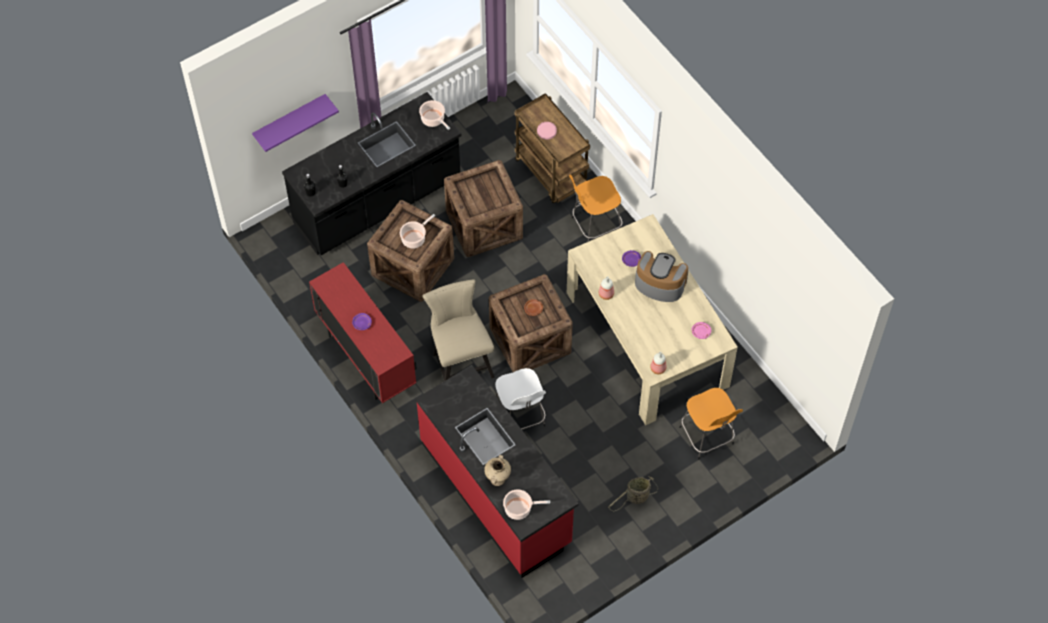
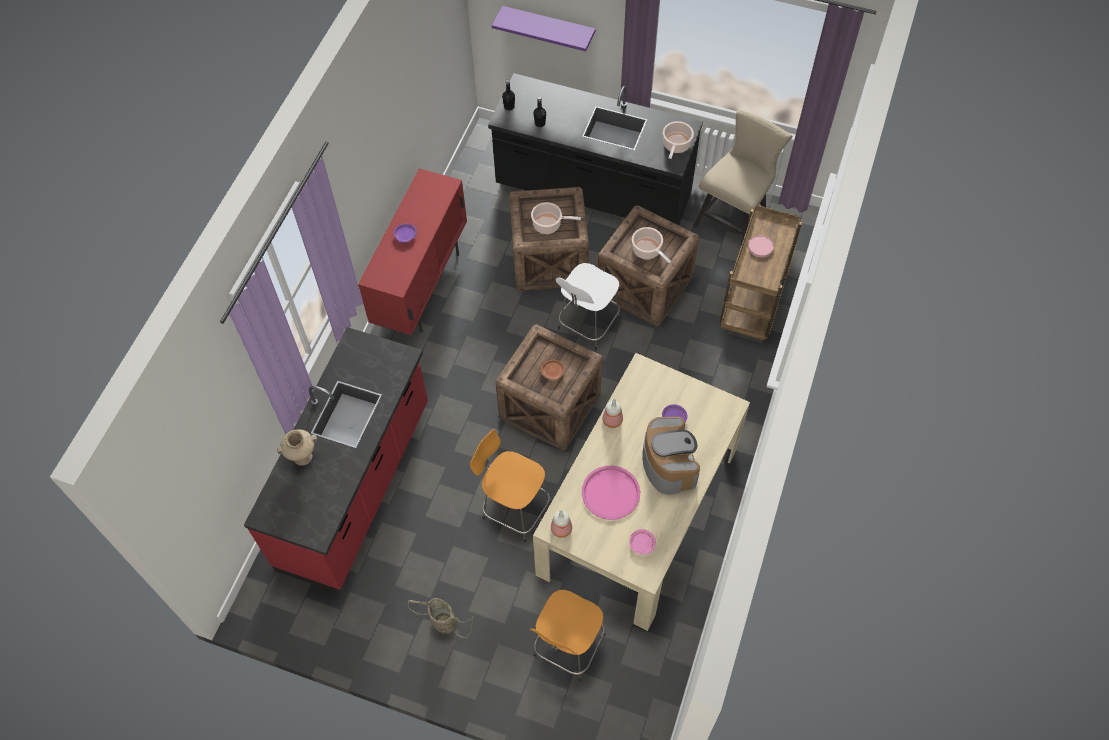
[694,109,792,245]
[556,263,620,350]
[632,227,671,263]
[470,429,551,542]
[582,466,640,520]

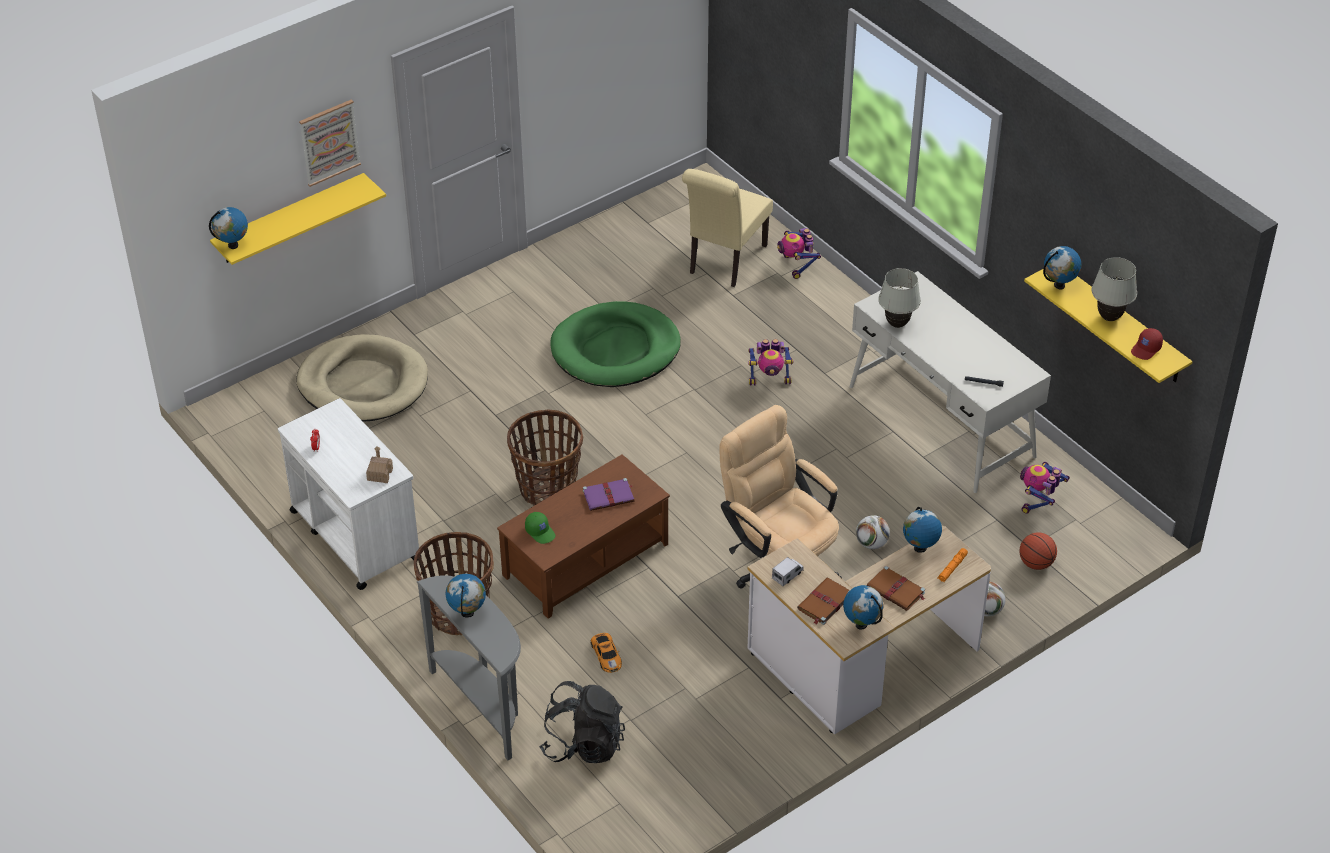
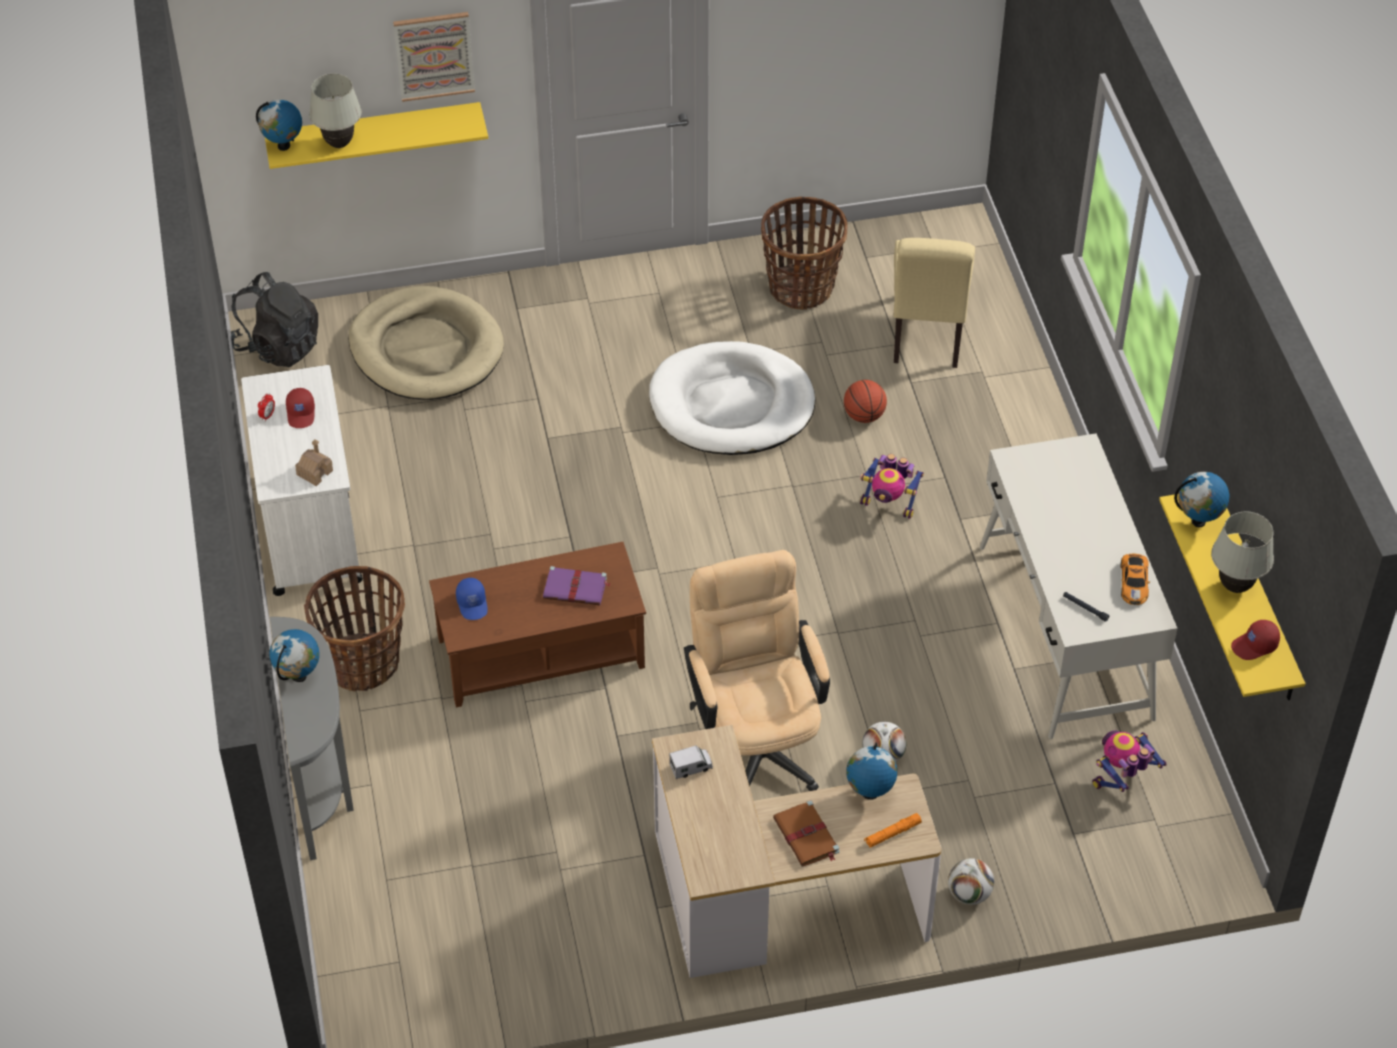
[761,197,848,310]
[456,578,488,620]
[230,272,318,367]
[649,341,815,455]
[1121,554,1150,605]
[893,238,975,368]
[777,228,821,279] (first image)
[797,578,850,625] (first image)
[843,585,884,630] (first image)
[309,73,362,148]
[844,380,887,423]
[286,388,315,428]

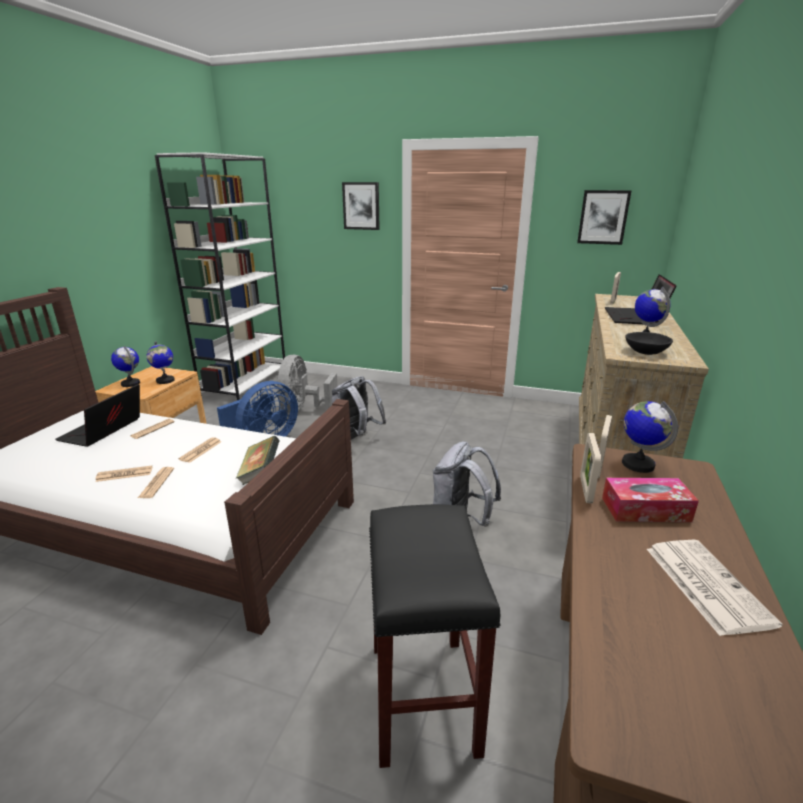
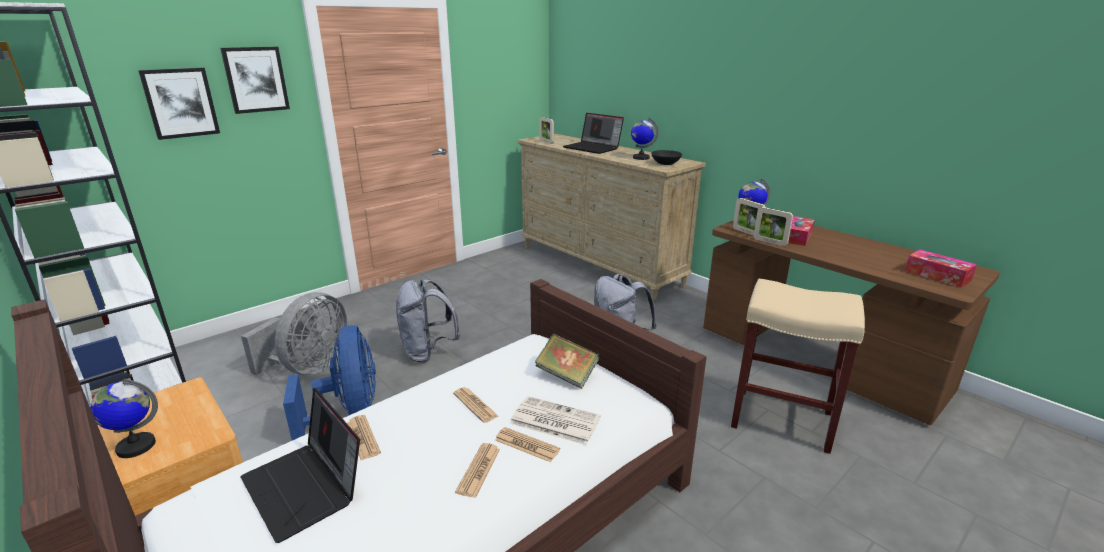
[147,341,175,384] (first image)
[241,292,348,375]
[731,279,865,454]
[138,68,220,140]
[510,396,601,445]
[905,249,977,288]

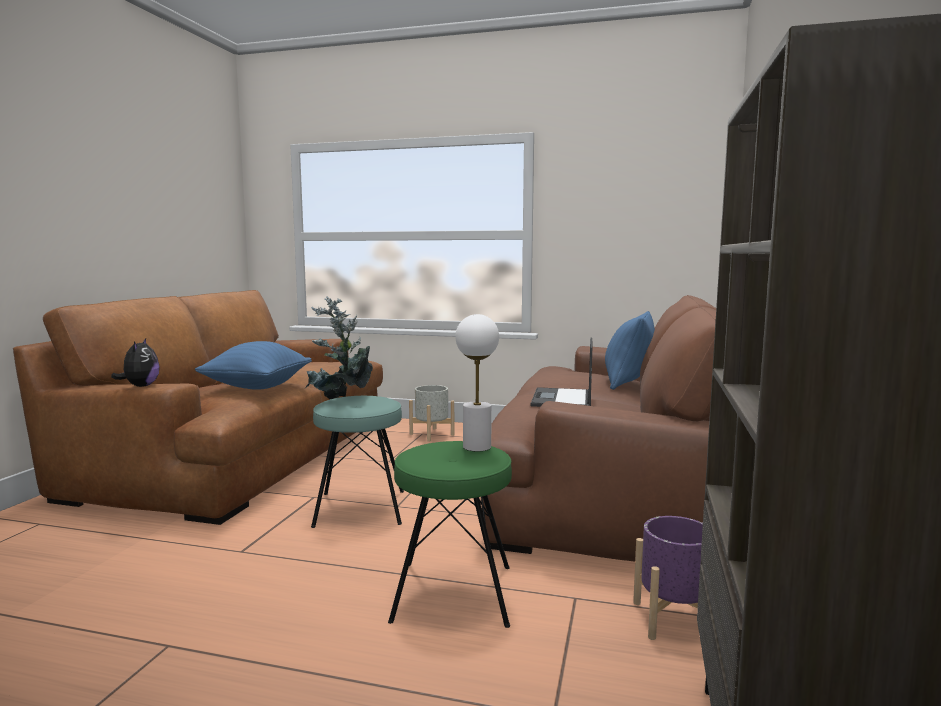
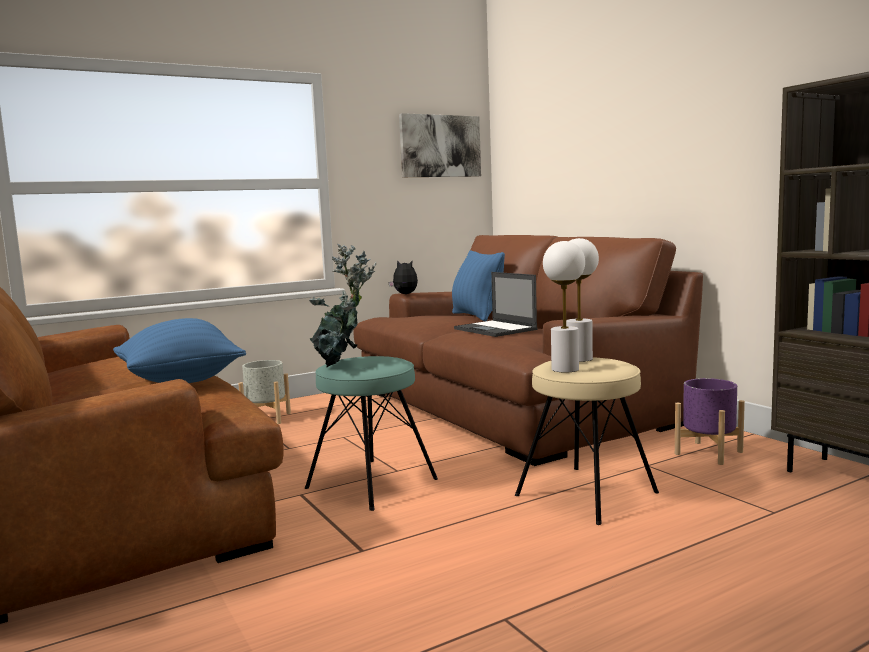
[389,260,418,294]
[515,358,659,525]
[399,113,481,177]
[543,241,585,373]

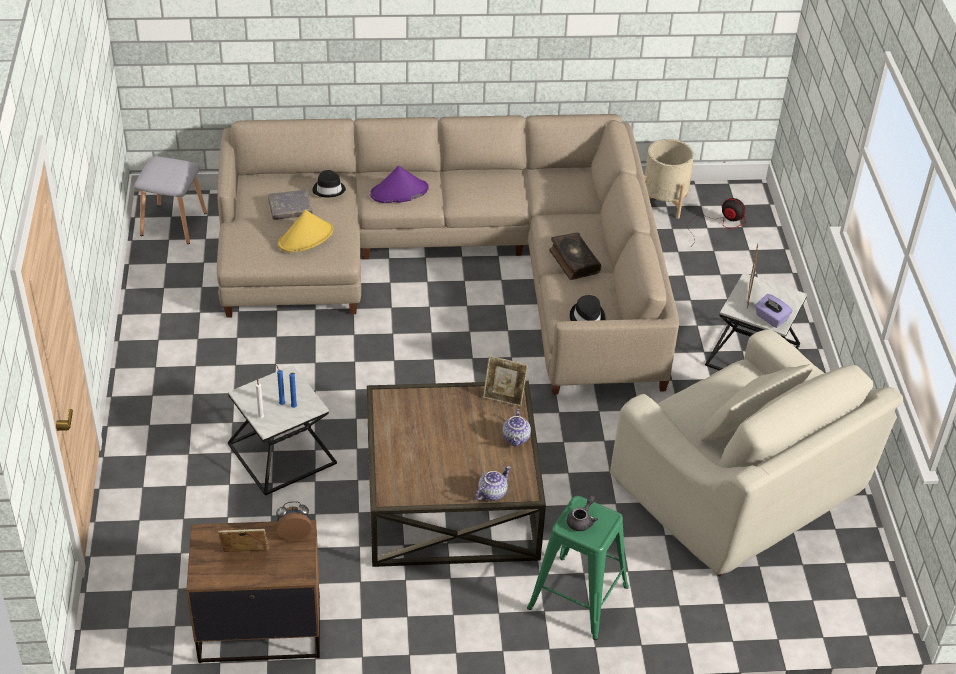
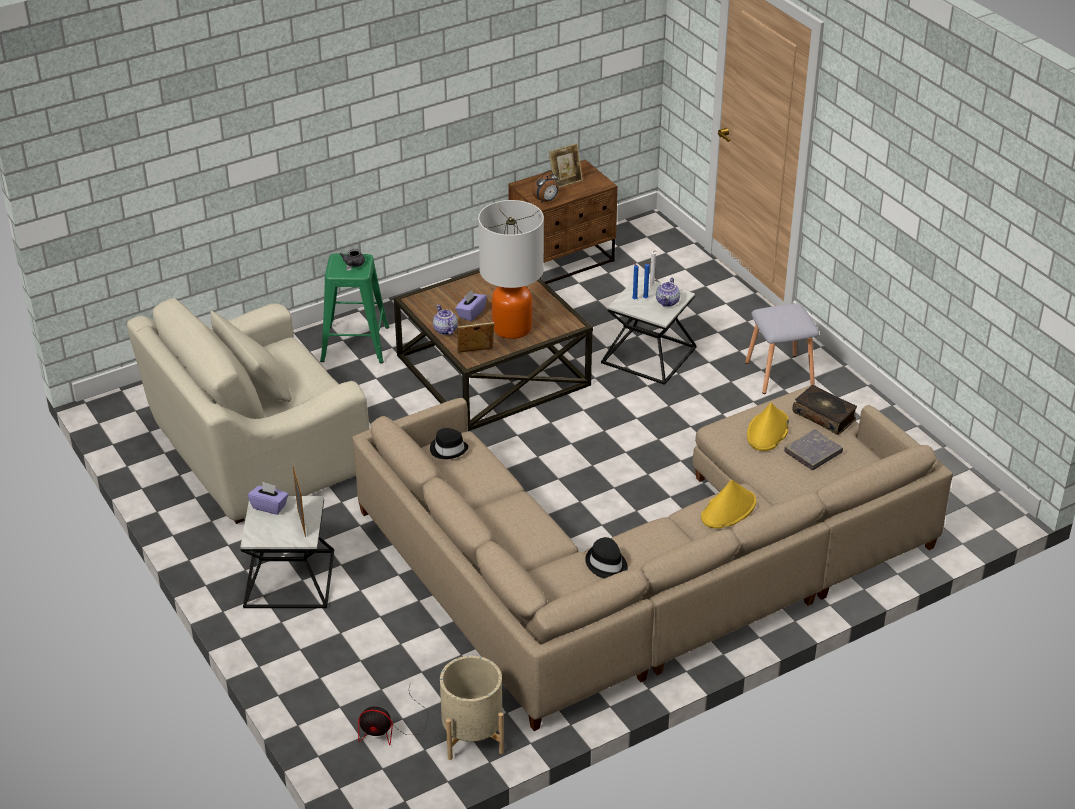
[745,303,819,394]
[585,537,628,579]
[701,479,756,529]
[656,278,680,307]
[793,385,857,435]
[127,298,370,524]
[455,290,487,321]
[478,200,544,339]

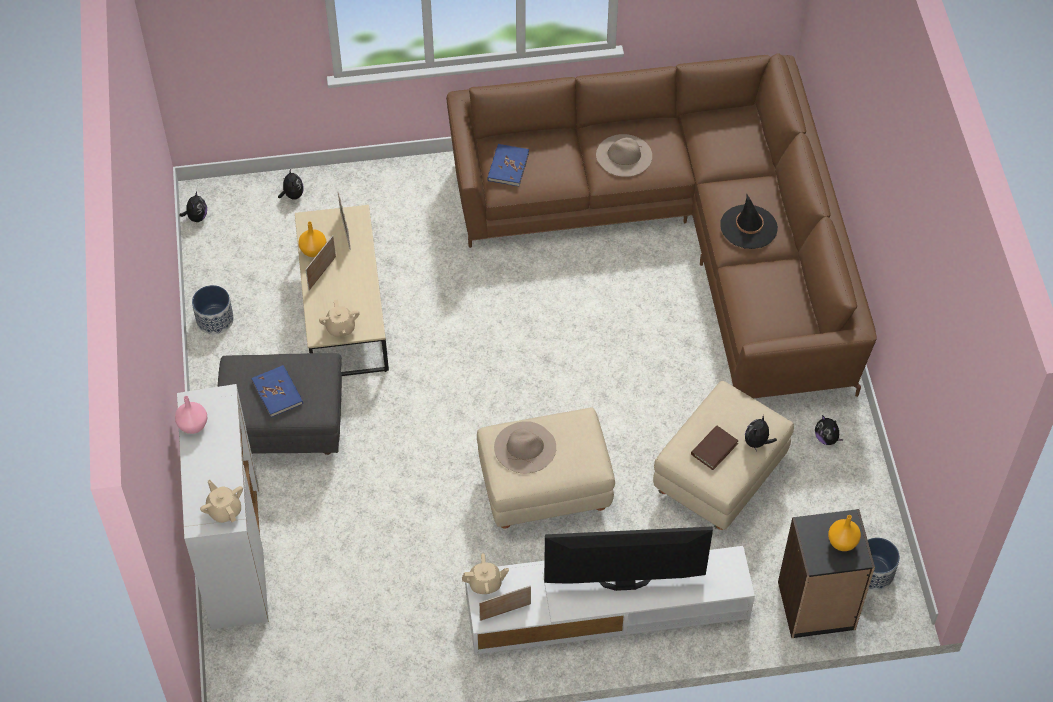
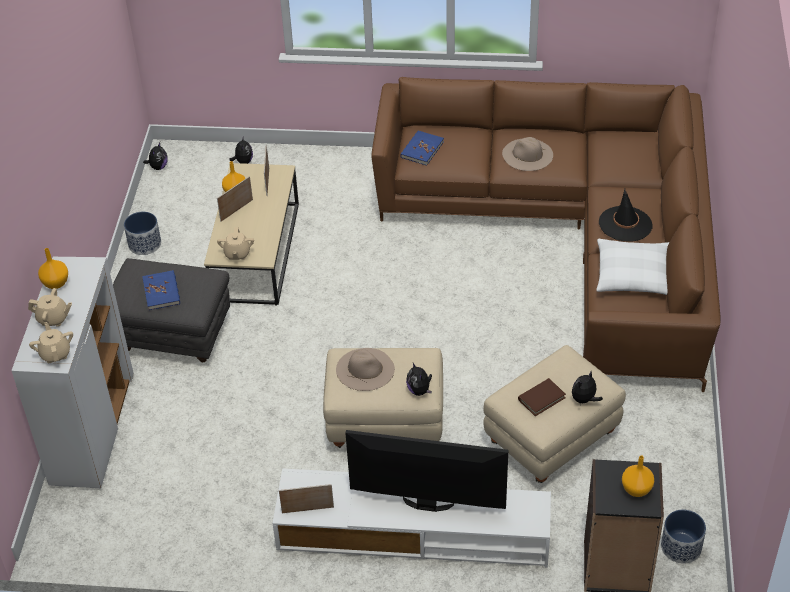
[38,248,68,289]
[28,288,72,327]
[406,363,432,396]
[596,239,669,295]

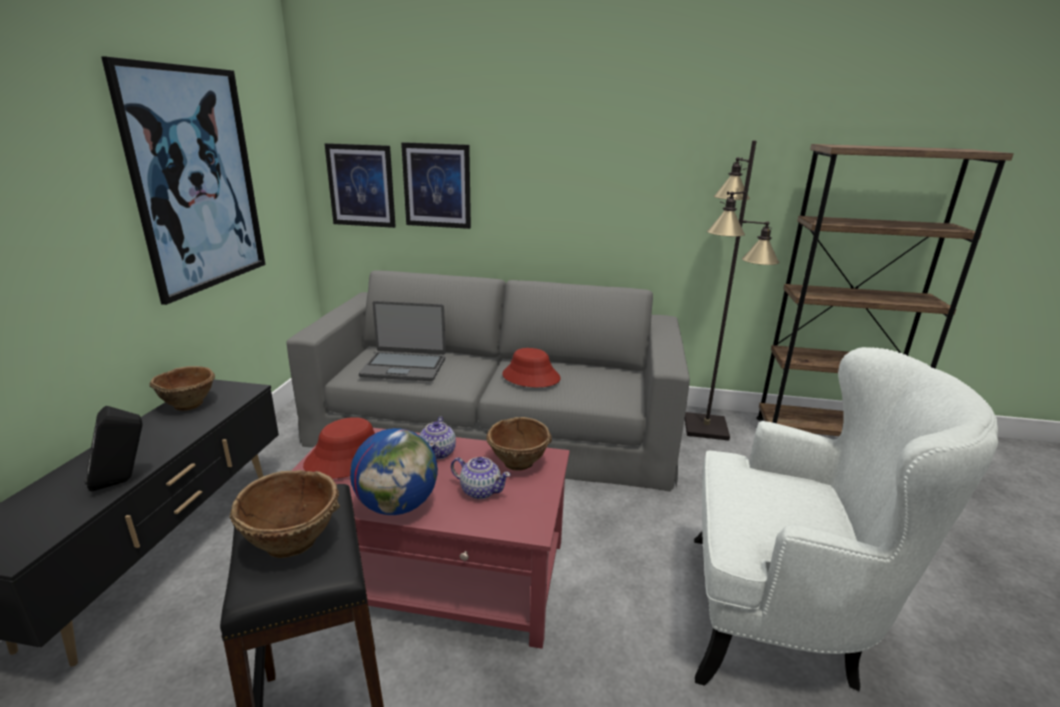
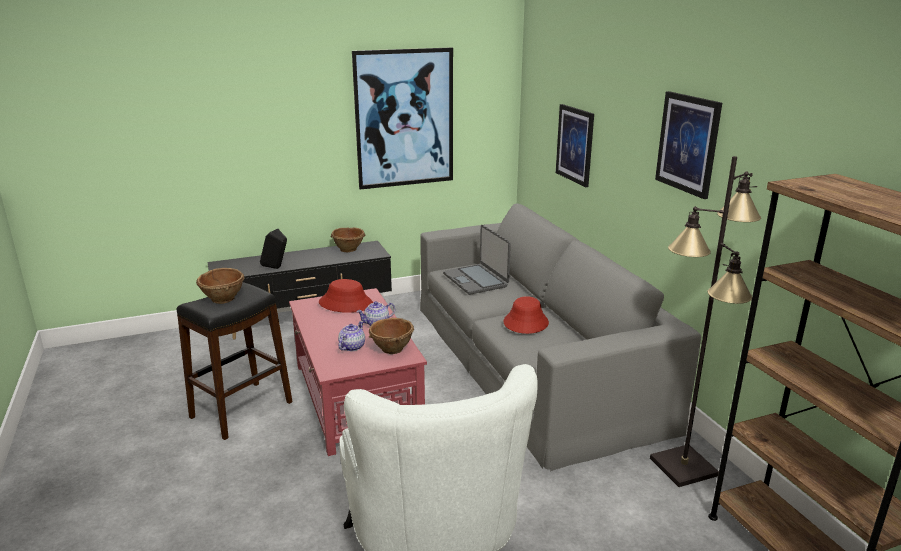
[655,91,722,199]
[350,428,438,515] (first image)
[338,321,365,351]

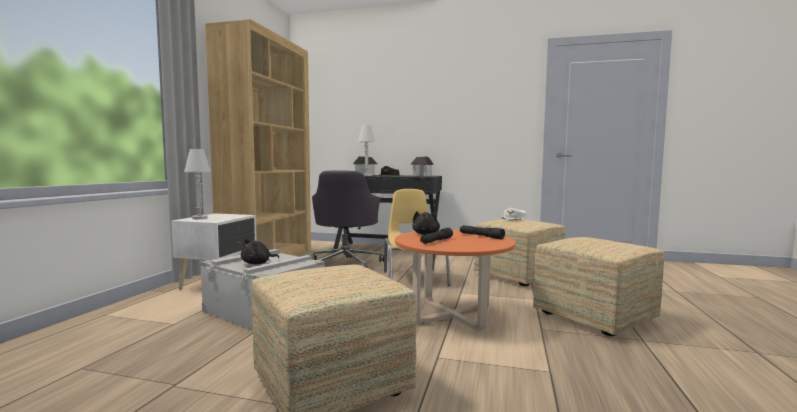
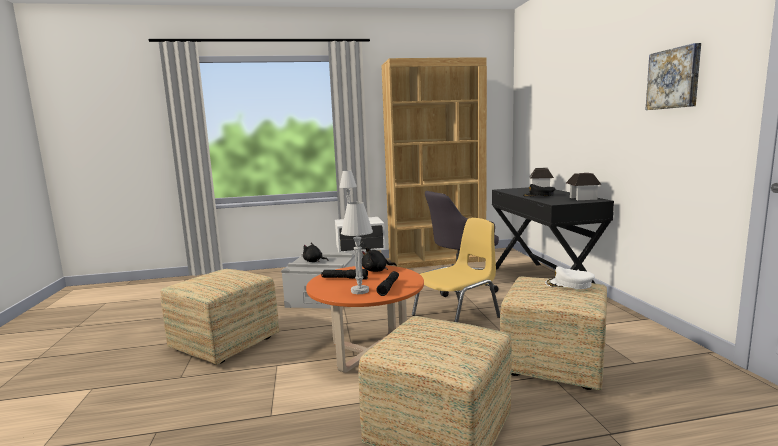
[341,202,373,294]
[645,43,701,110]

